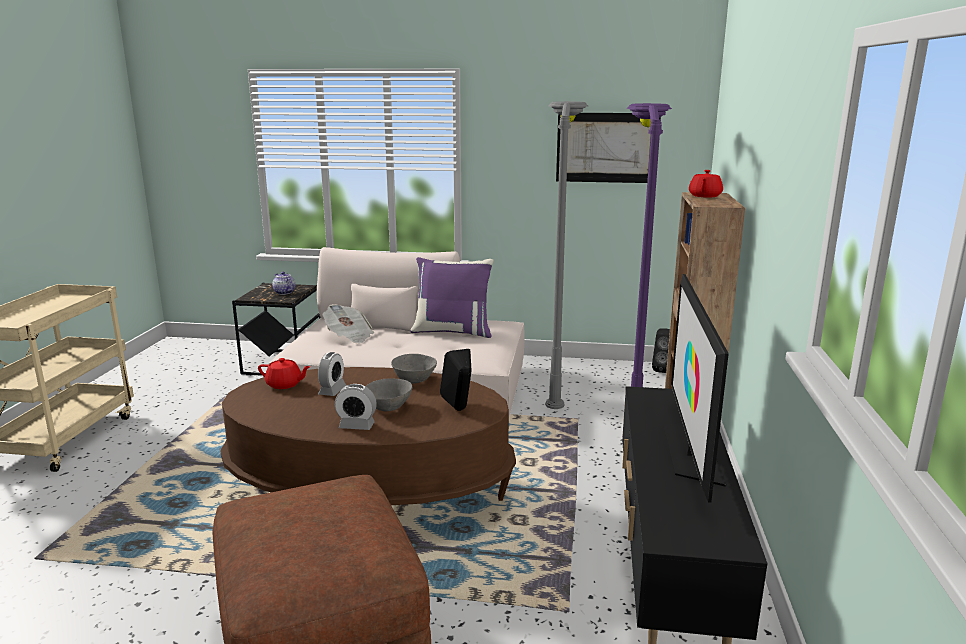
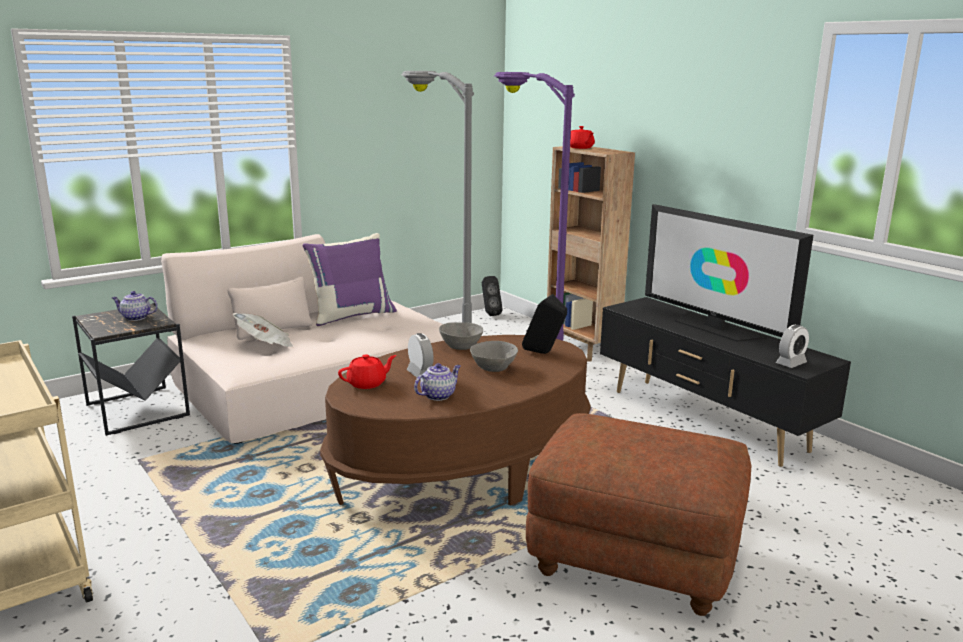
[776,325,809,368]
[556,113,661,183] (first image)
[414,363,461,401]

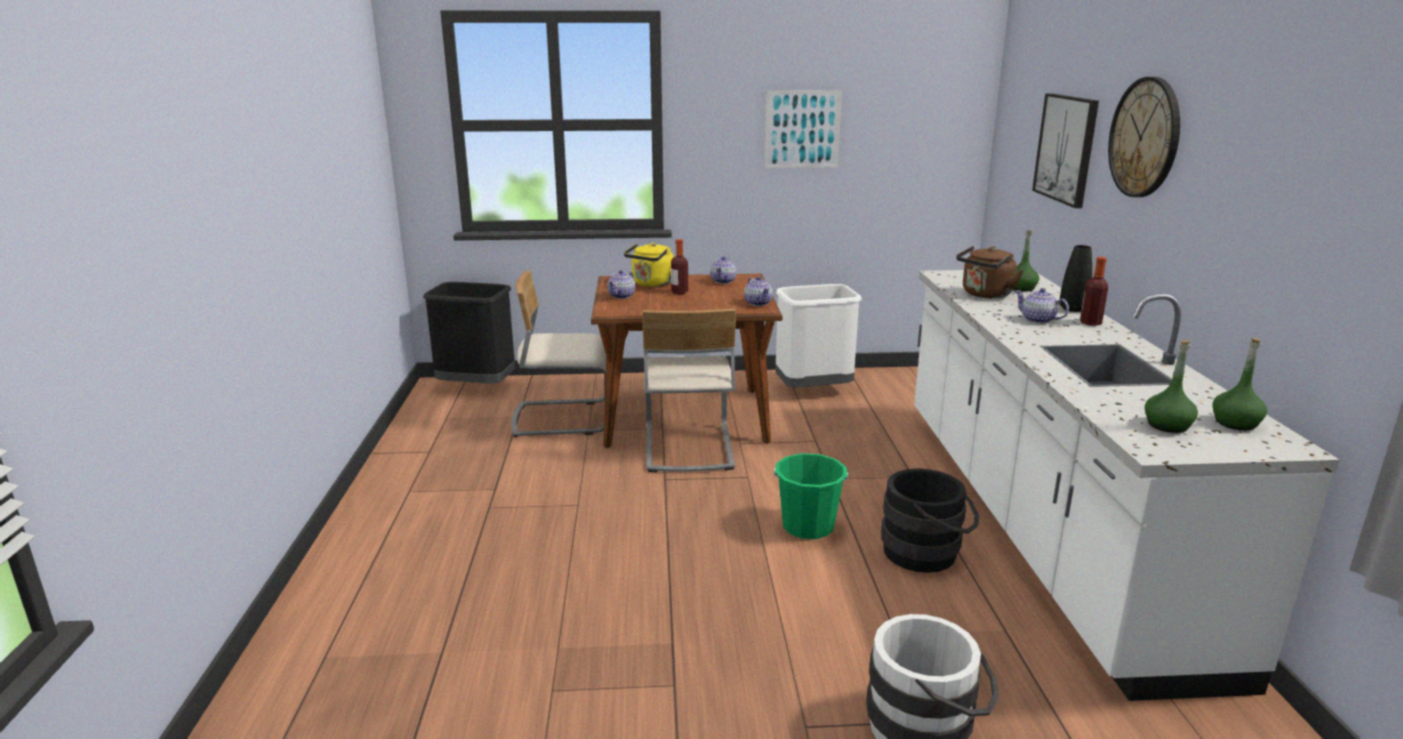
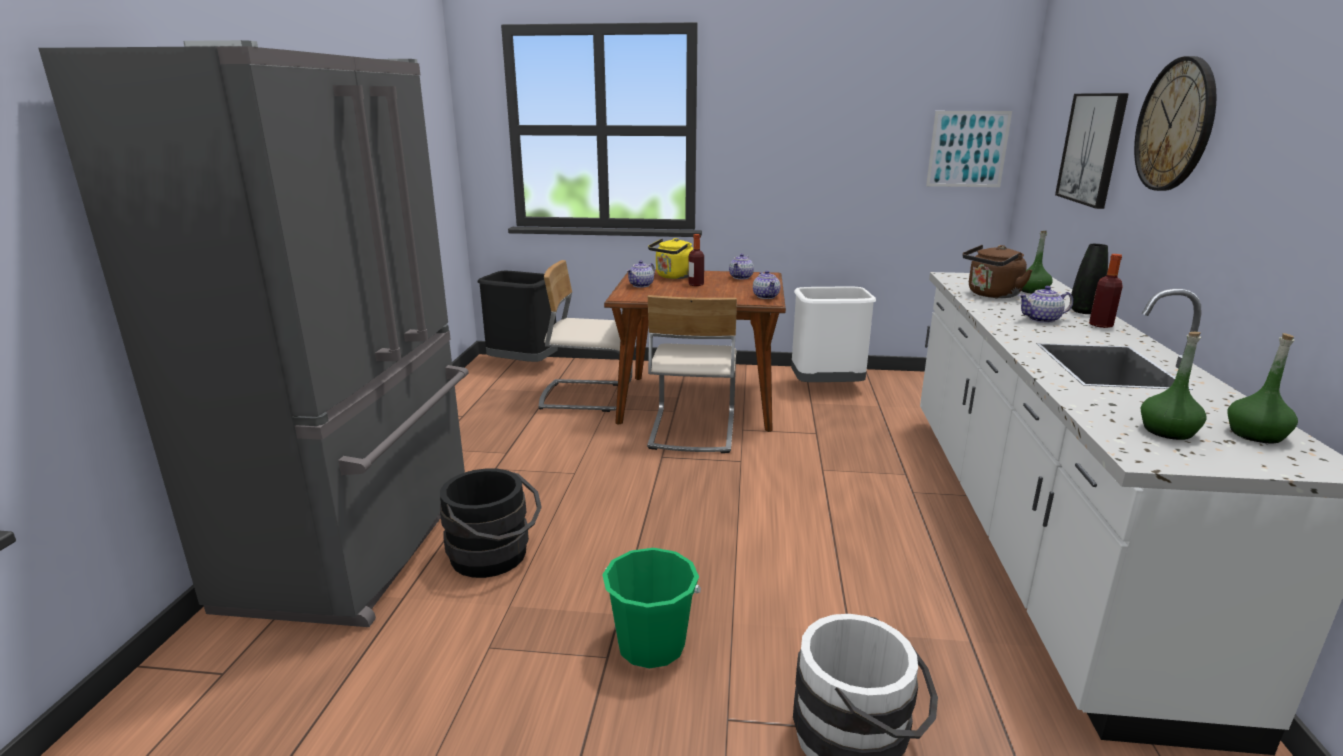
[926,111,1012,187]
[602,548,701,669]
[440,468,542,578]
[1018,286,1073,323]
[38,40,469,627]

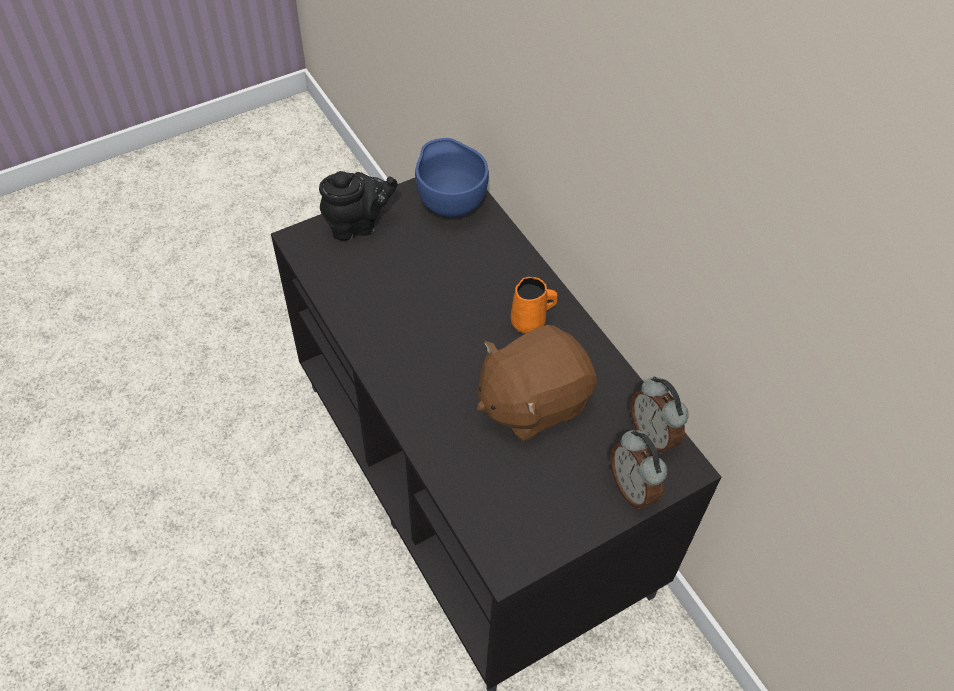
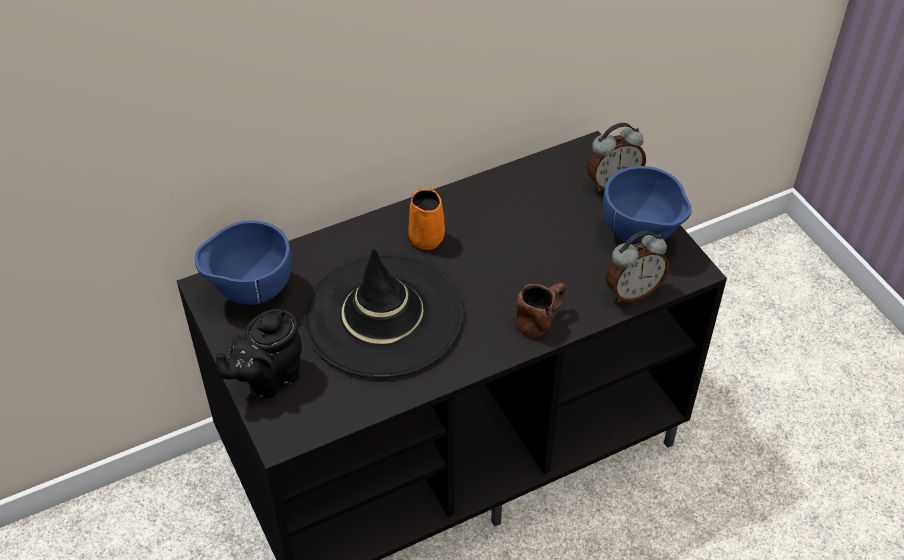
[216,309,302,399]
[477,325,597,441] (first image)
[606,231,669,303]
[303,248,464,378]
[516,283,567,337]
[603,166,692,245]

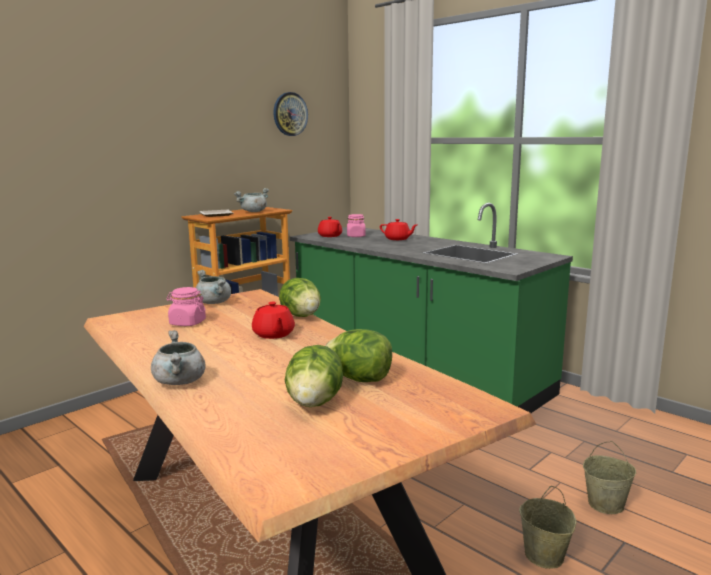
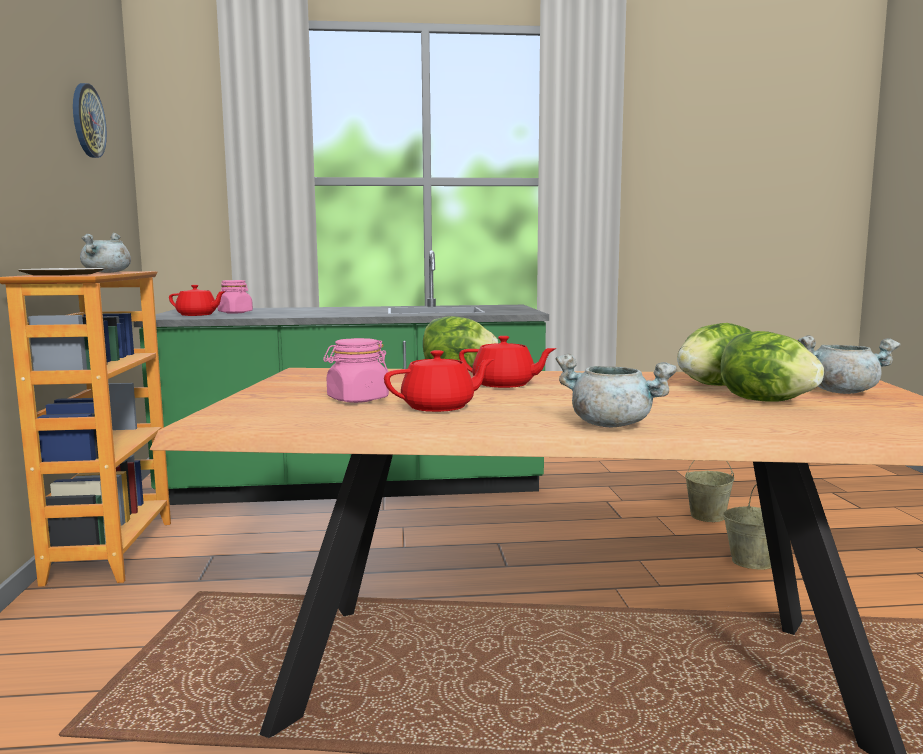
[798,335,901,394]
[384,350,494,412]

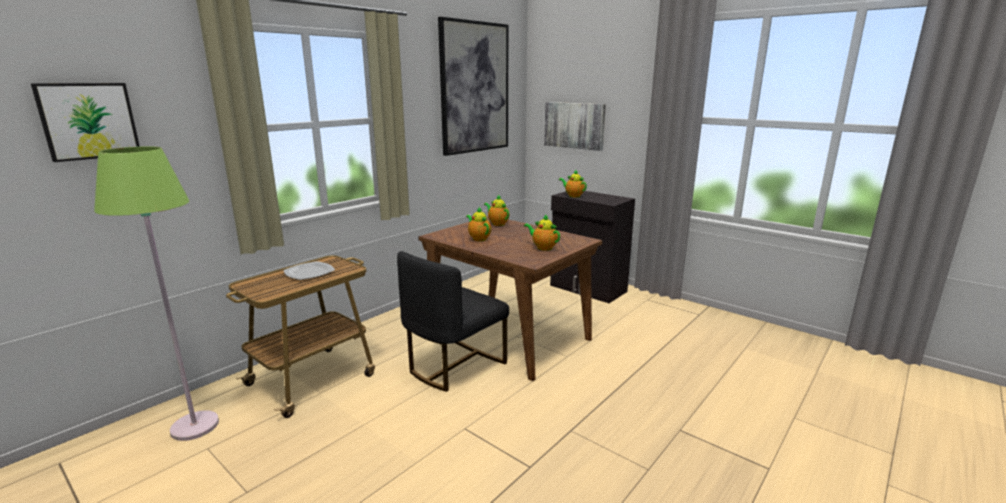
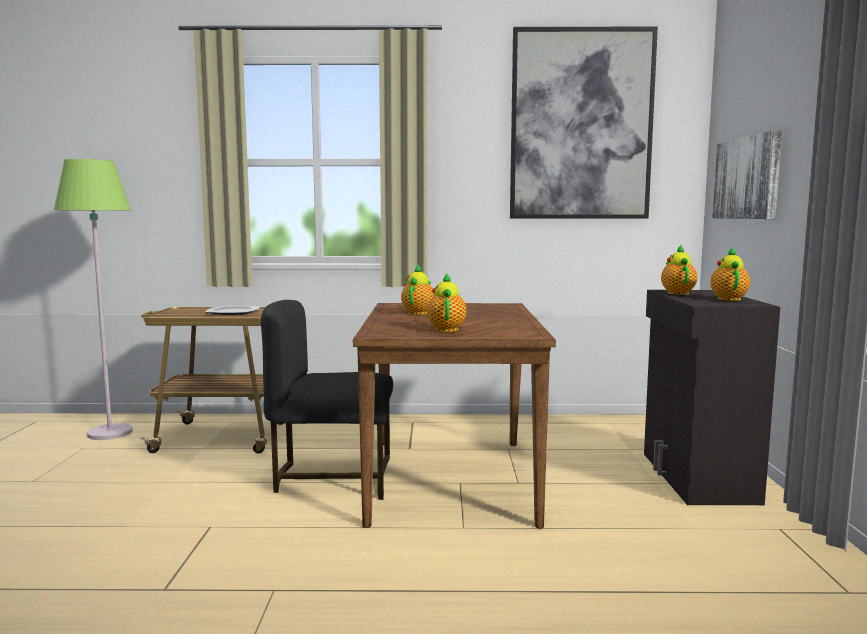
[31,83,140,162] (first image)
[710,247,750,301]

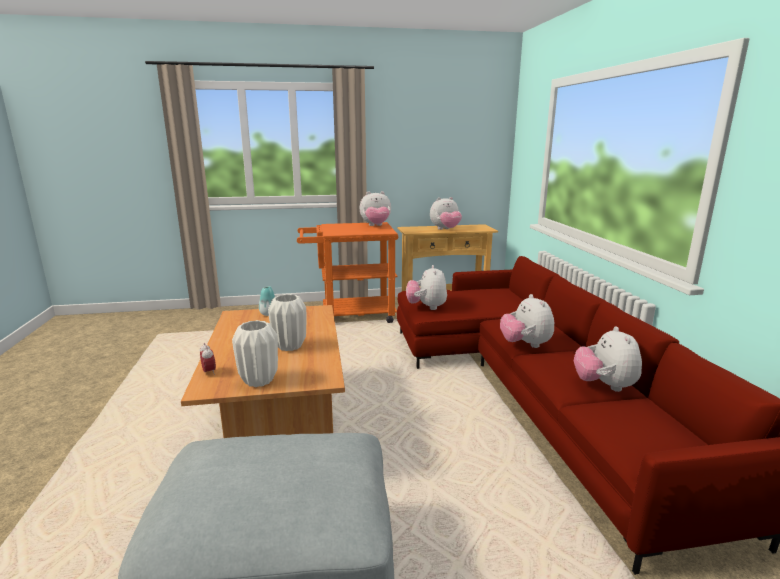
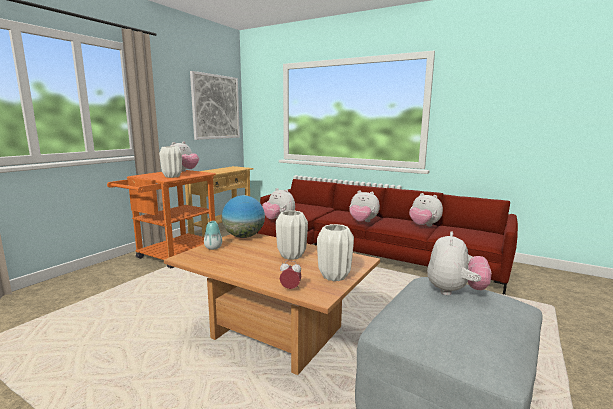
[427,231,491,295]
[159,146,182,178]
[190,71,240,140]
[222,195,265,238]

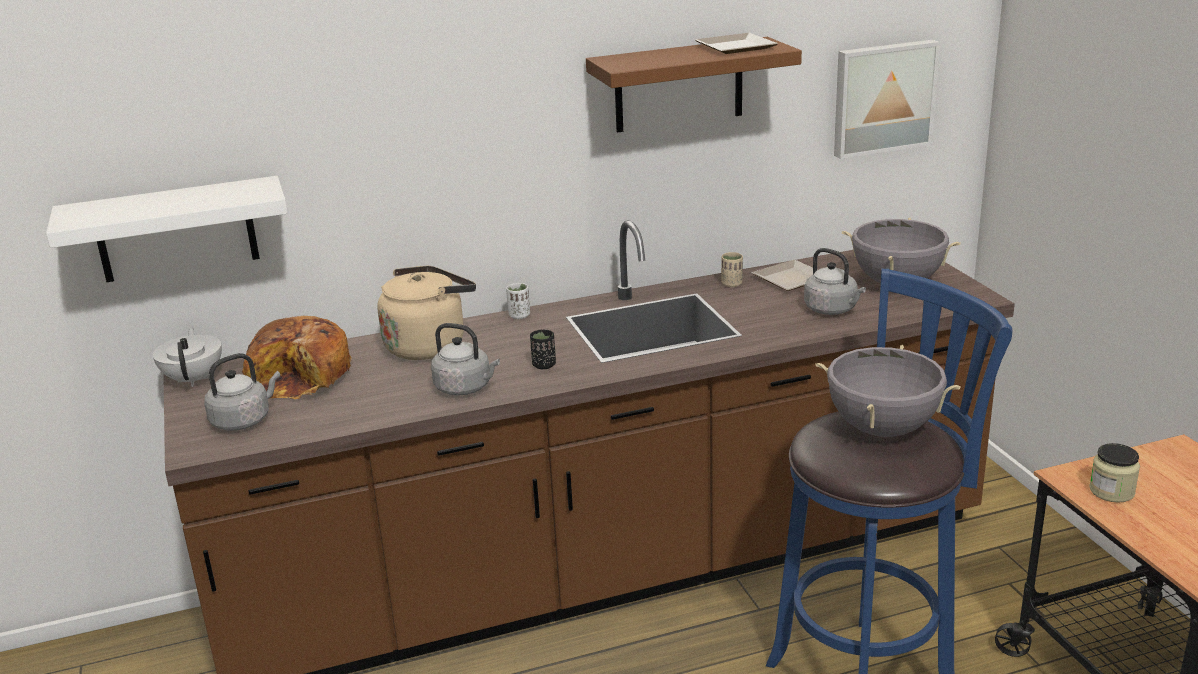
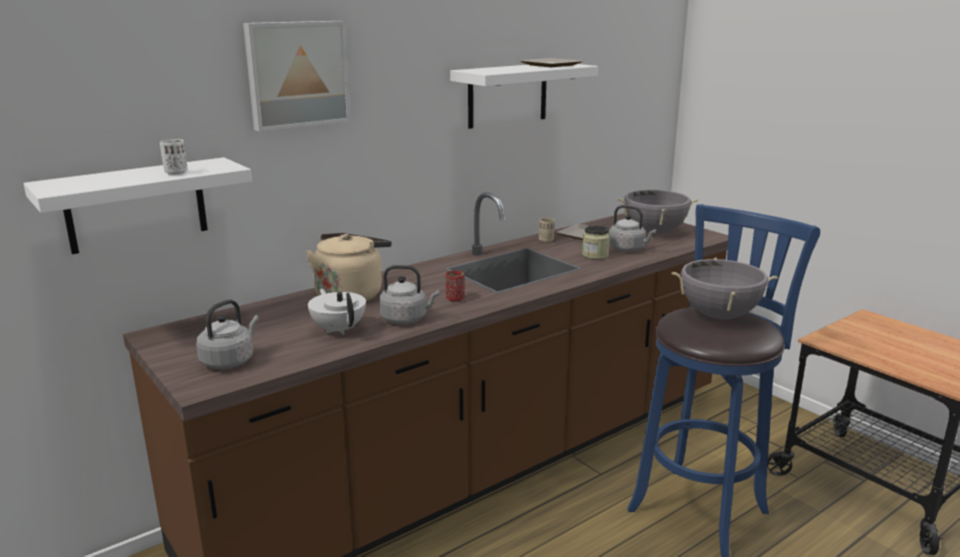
[308,289,366,335]
[242,316,352,399] (first image)
[160,139,188,175]
[446,271,465,302]
[450,64,598,129]
[243,21,351,131]
[582,225,610,259]

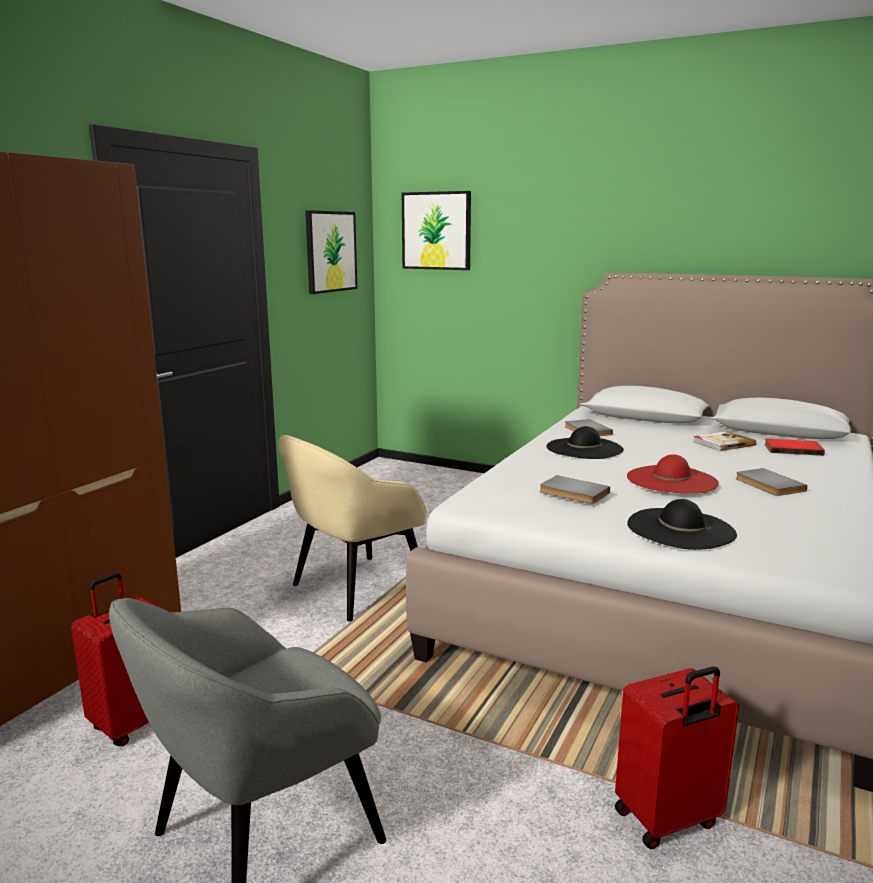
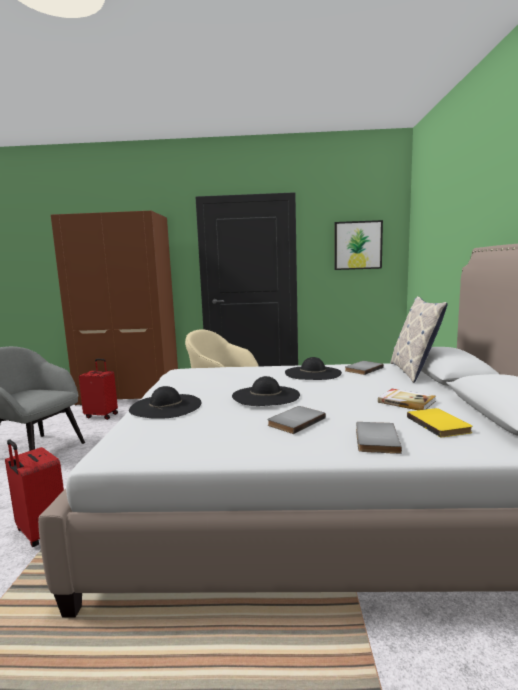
[402,191,471,270] (first image)
[356,422,402,454]
[232,376,300,406]
[407,408,473,438]
[390,296,448,383]

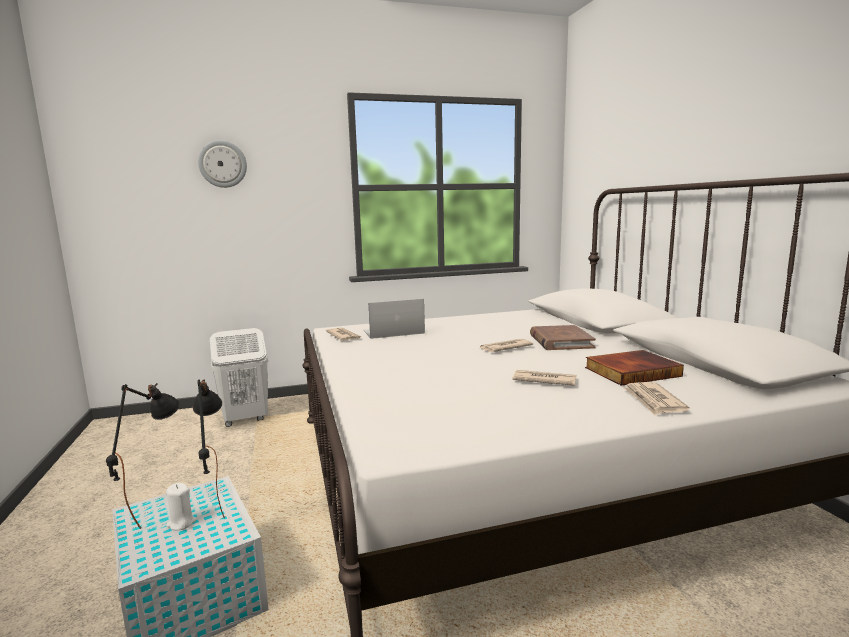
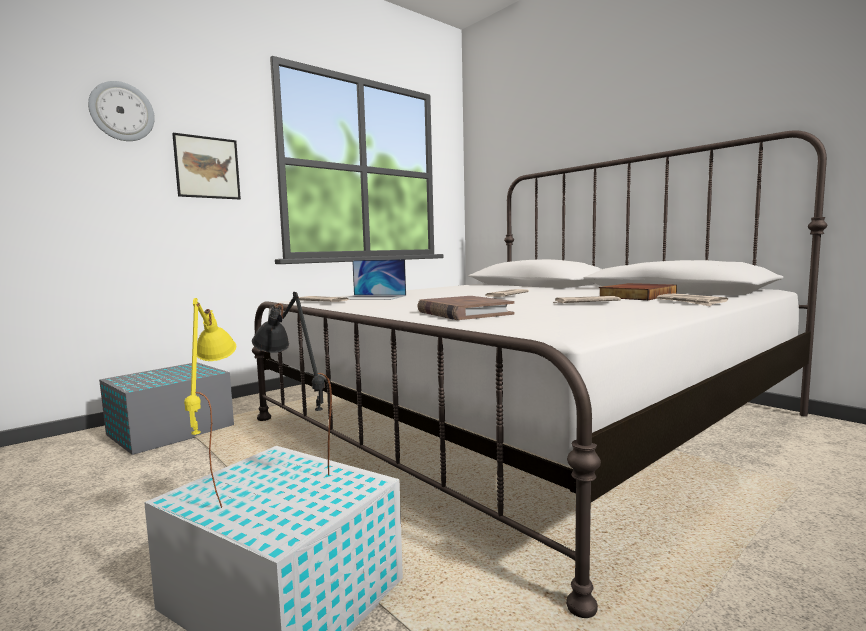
[184,298,236,508]
[166,483,196,530] (first image)
[99,362,234,455]
[344,259,406,300]
[418,296,514,320]
[172,133,241,199]

